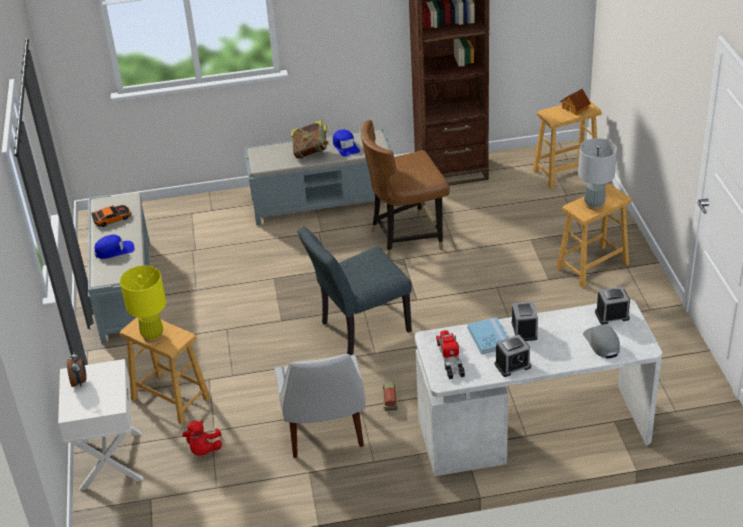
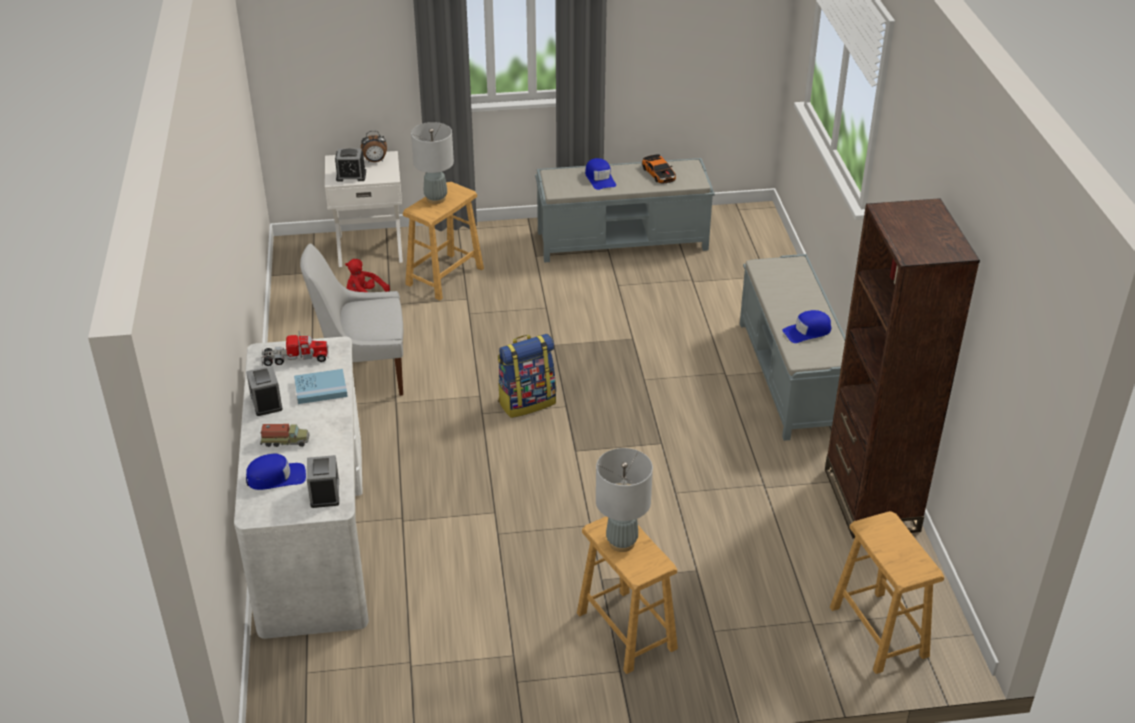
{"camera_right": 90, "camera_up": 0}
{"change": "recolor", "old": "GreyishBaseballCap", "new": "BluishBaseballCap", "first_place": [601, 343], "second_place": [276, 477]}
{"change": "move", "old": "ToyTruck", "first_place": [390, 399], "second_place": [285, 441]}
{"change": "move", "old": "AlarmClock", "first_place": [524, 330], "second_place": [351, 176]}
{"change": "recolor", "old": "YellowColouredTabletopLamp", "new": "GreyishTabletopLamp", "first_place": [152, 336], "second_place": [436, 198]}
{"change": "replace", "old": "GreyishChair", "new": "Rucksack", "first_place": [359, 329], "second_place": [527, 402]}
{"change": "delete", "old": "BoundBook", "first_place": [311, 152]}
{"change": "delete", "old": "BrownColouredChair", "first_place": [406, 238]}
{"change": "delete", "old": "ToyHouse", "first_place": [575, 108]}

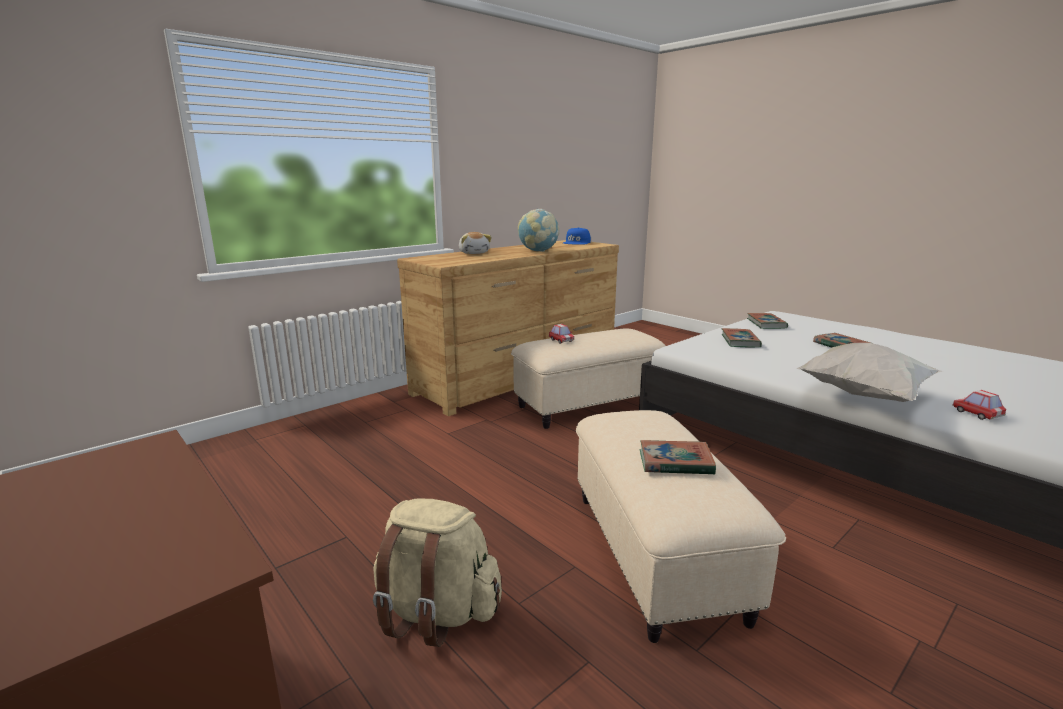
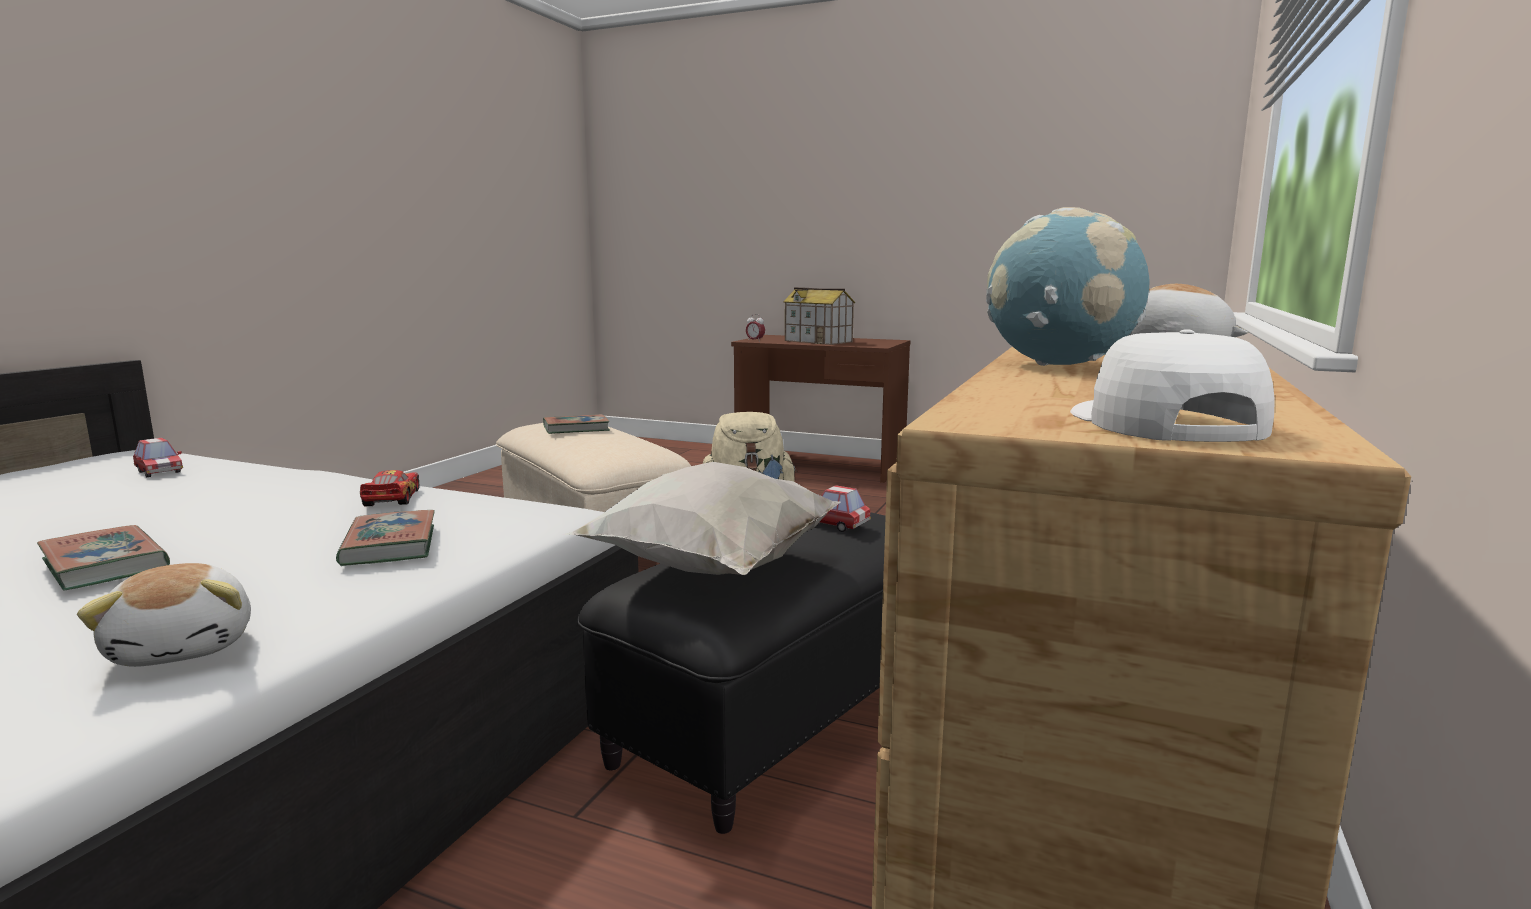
{"camera_right": 155, "camera_up": -5}
{"change": "replace", "old": "BoundBook", "new": "CuddlyToy", "first_place": [766, 324], "second_place": [186, 647]}
{"change": "insert", "new": "ModelCar", "second_place": [392, 498]}
{"change": "move", "old": "WhitishCushion", "first_place": [864, 395], "second_place": [710, 571]}
{"change": "recolor", "old": "SandColouredFootrest", "new": "BlackFootrest", "first_place": [588, 405], "second_place": [782, 719]}
{"change": "insert", "new": "AlarmClock", "second_place": [755, 341]}
{"change": "insert", "new": "ToyHouse", "second_place": [819, 341]}
{"change": "recolor", "old": "BluishBaseballCap", "new": "WhitishBaseballCap", "first_place": [577, 242], "second_place": [1161, 422]}

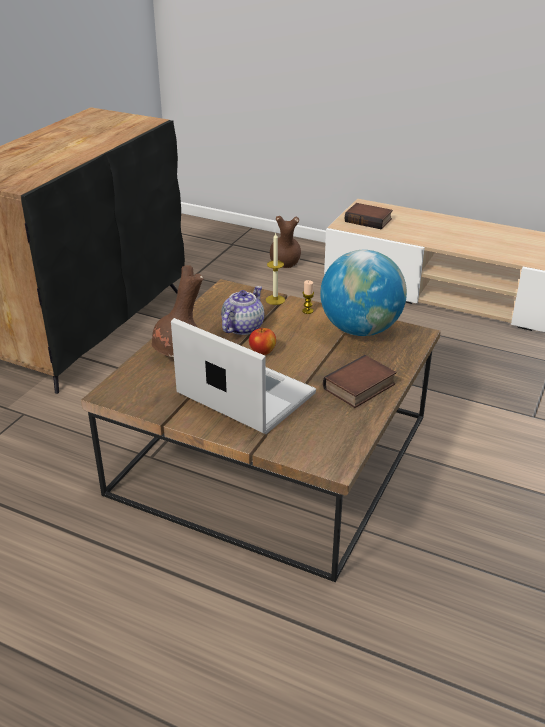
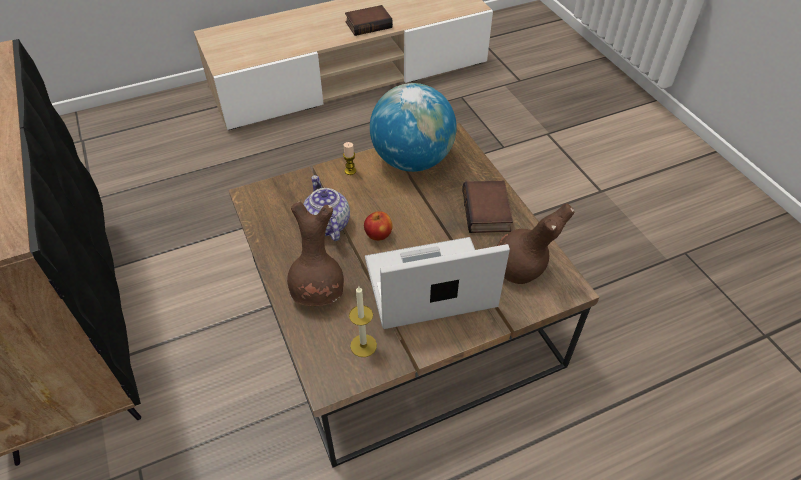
{"camera_right": -50, "camera_up": 15}
{"change": "move", "old": "BoundBook", "first_place": [369, 220], "second_place": [369, 24]}
{"change": "move", "old": "WaxLight", "first_place": [275, 300], "second_place": [363, 345]}
{"change": "move", "old": "BrownColouredVase", "first_place": [284, 264], "second_place": [520, 271]}

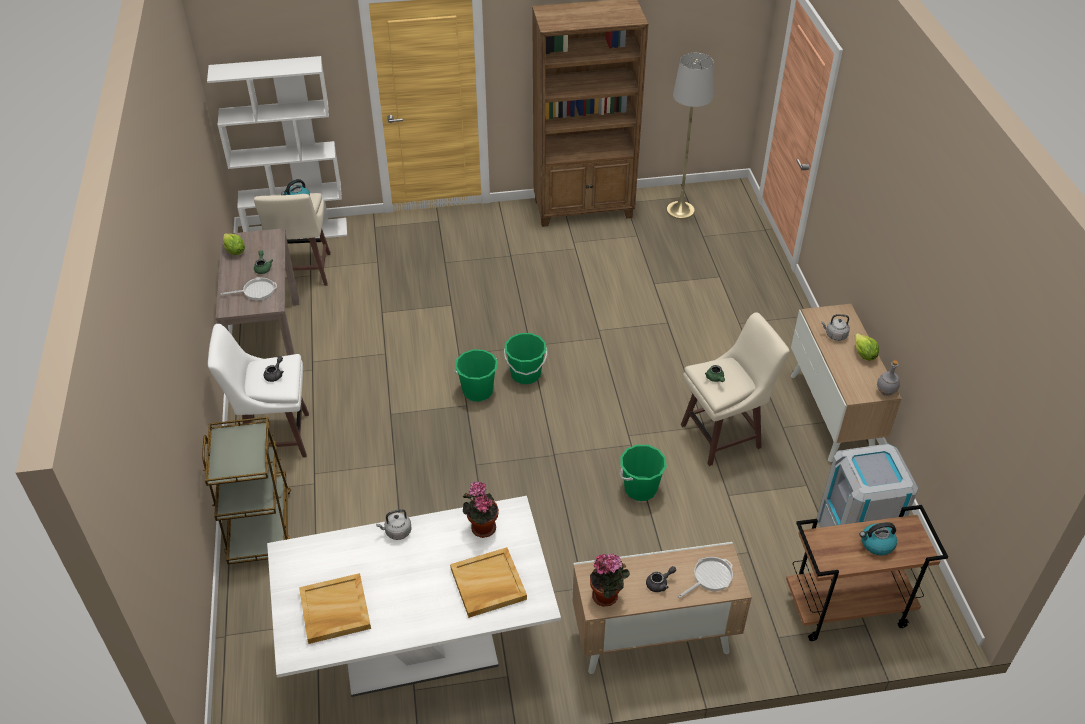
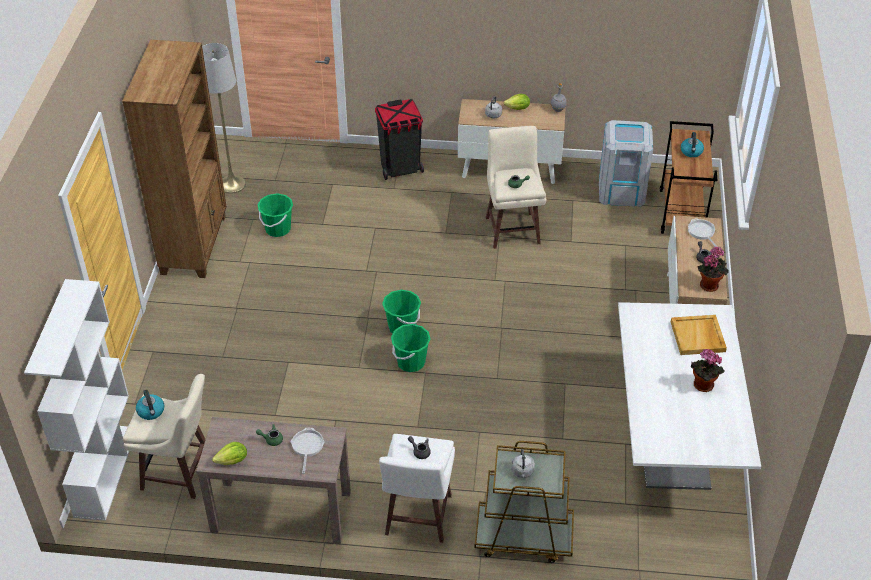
{"camera_right": -75, "camera_up": 0}
{"change": "move", "old": "GreenColouredWaterBucket", "first_place": [640, 488], "second_place": [278, 229]}
{"change": "insert", "new": "BlackTrashCan", "second_place": [400, 168]}
{"change": "move", "old": "GreyishWaterKettle", "first_place": [397, 532], "second_place": [522, 472]}
{"change": "move", "old": "Houseplant", "first_place": [481, 527], "second_place": [702, 386]}
{"change": "delete", "old": "SandColouredServingTray", "first_place": [334, 610]}

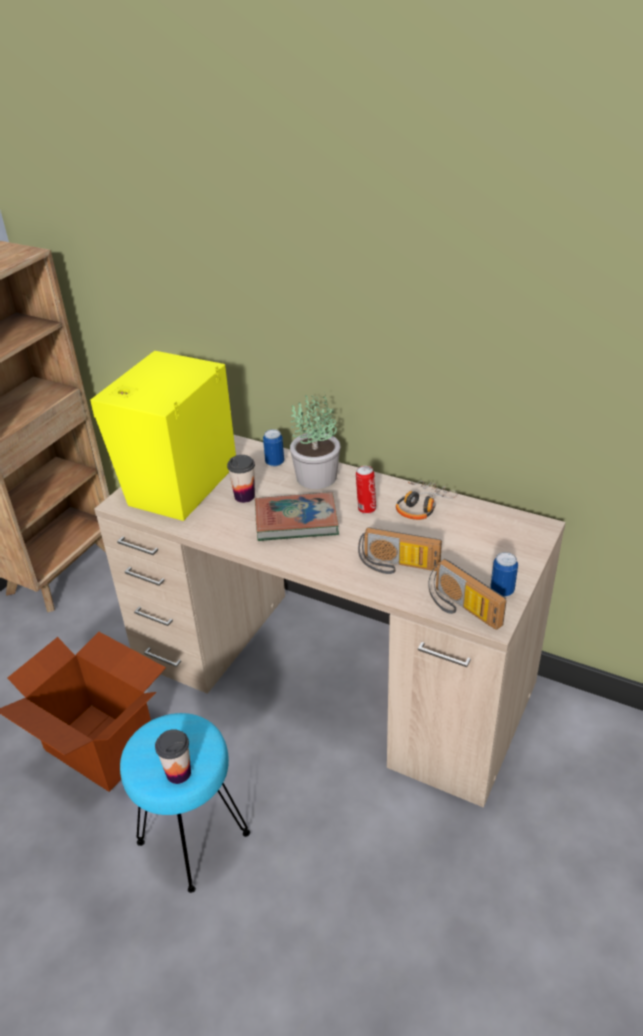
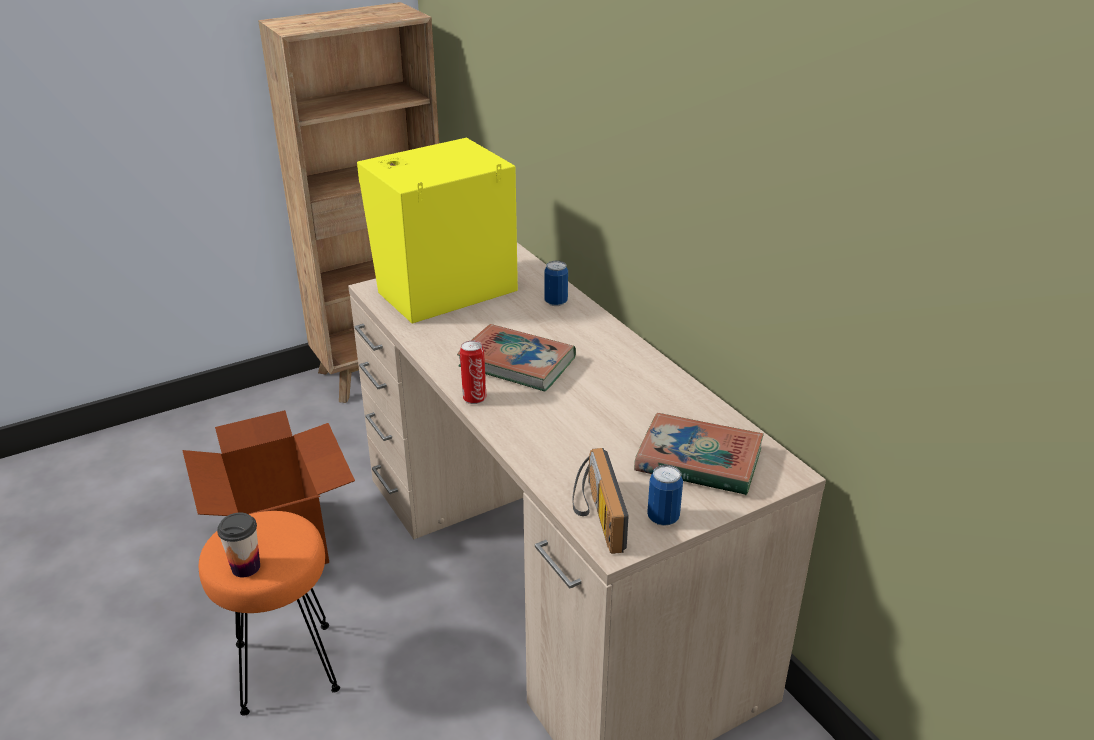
{"camera_right": 30, "camera_up": -5}
{"change": "recolor", "old": "TurquoiseStoolSeat", "new": "OrangeyStoolSeat", "first_place": [192, 839], "second_place": [284, 667]}
{"change": "move", "old": "SealedCan", "first_place": [366, 509], "second_place": [474, 398]}
{"change": "insert", "new": "BoundBook", "second_place": [698, 461]}
{"change": "delete", "old": "SmallCup", "first_place": [244, 496]}
{"change": "delete", "old": "Houseplant", "first_place": [316, 476]}
{"change": "delete", "old": "RadioSet", "first_place": [397, 566]}
{"change": "delete", "old": "Headphones", "first_place": [421, 506]}

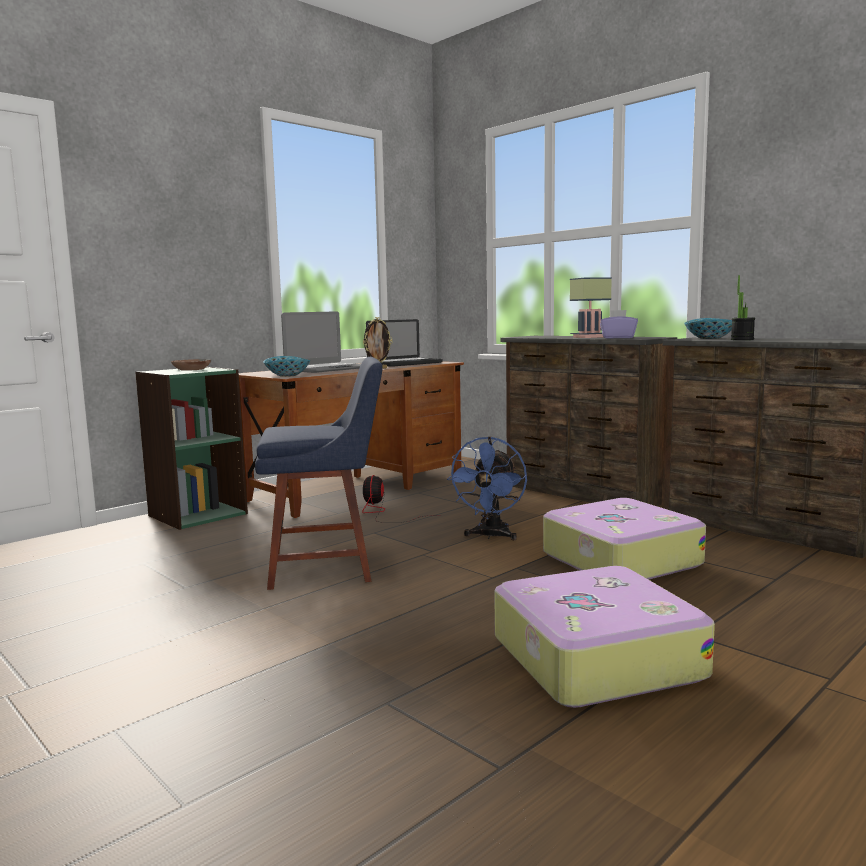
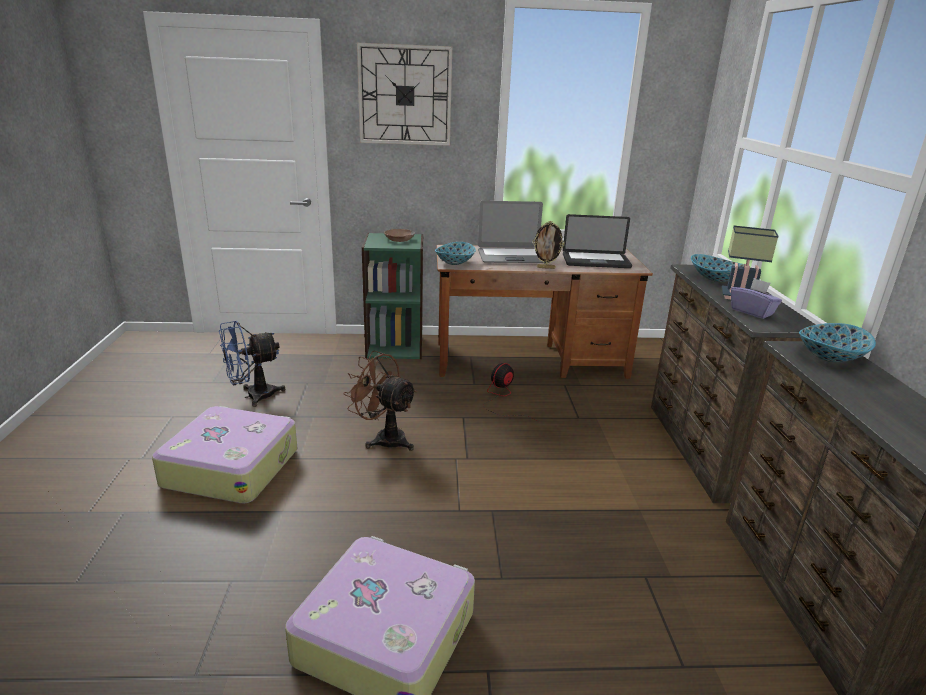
{"camera_right": 40, "camera_up": 15}
{"change": "move", "old": "Suitcase", "first_place": [618, 559], "second_place": [231, 466]}
{"change": "move", "old": "BluishElectricFan", "first_place": [491, 536], "second_place": [253, 396]}
{"change": "replace", "old": "BluishChair", "new": "BrownColouredElectricFan", "first_place": [327, 566], "second_place": [384, 438]}
{"change": "insert", "new": "HangingClock", "second_place": [405, 95]}
{"change": "insert", "new": "Bowl", "second_place": [716, 279]}
{"change": "delete", "old": "Houseplant", "first_place": [742, 339]}

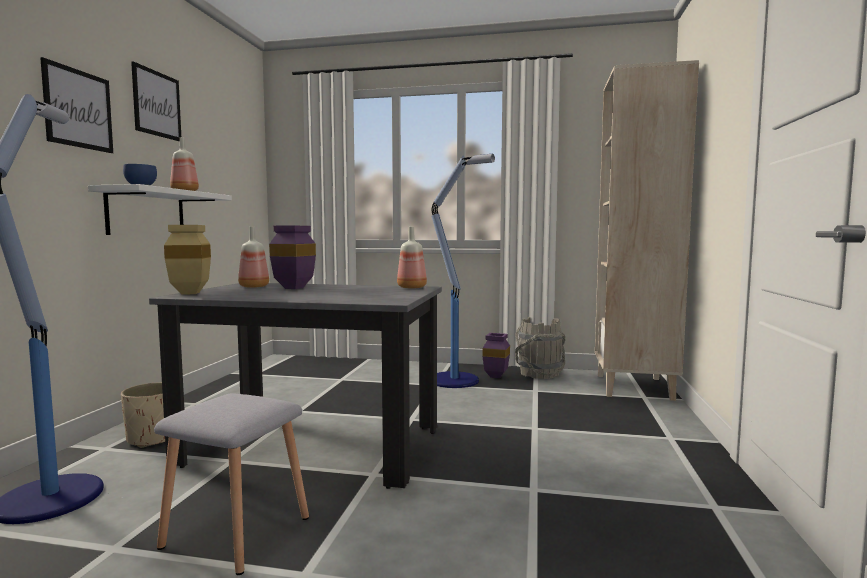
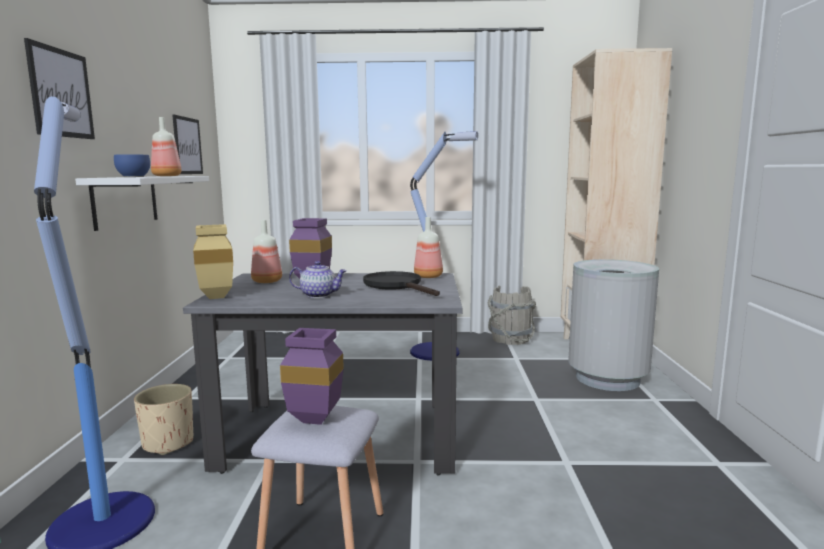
{"camera_right": -10, "camera_up": 5}
{"change": "move", "old": "WallPicture", "first_place": [157, 104], "second_place": [187, 146]}
{"change": "move", "old": "PurpleVase", "first_place": [494, 377], "second_place": [311, 420]}
{"change": "insert", "new": "PotForTea", "second_place": [319, 295]}
{"change": "insert", "new": "BlackPan", "second_place": [397, 286]}
{"change": "insert", "new": "GreyishTrashCan", "second_place": [607, 378]}

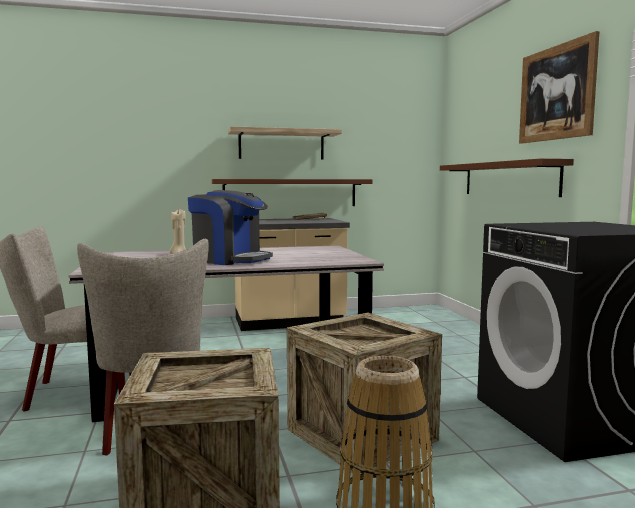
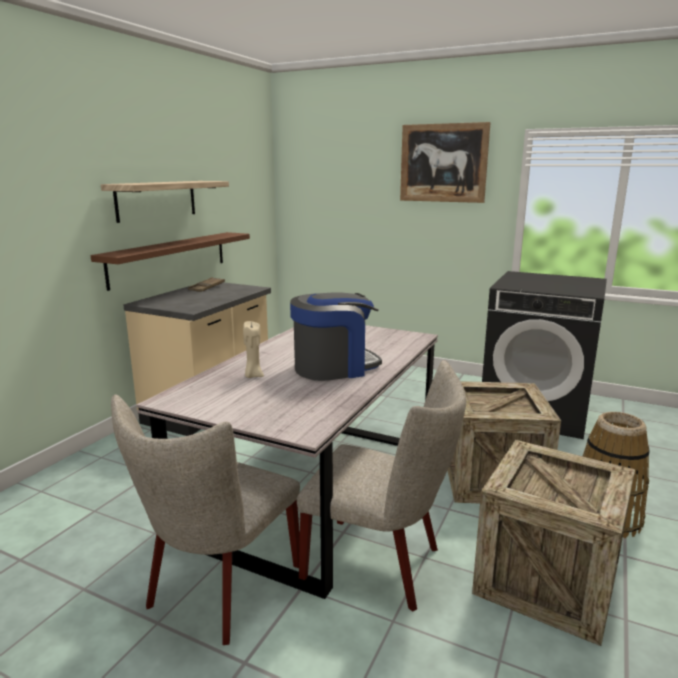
{"camera_right": -50, "camera_up": 10}
{"change": "delete", "old": "BrownColouredShelf", "first_place": [508, 179]}

